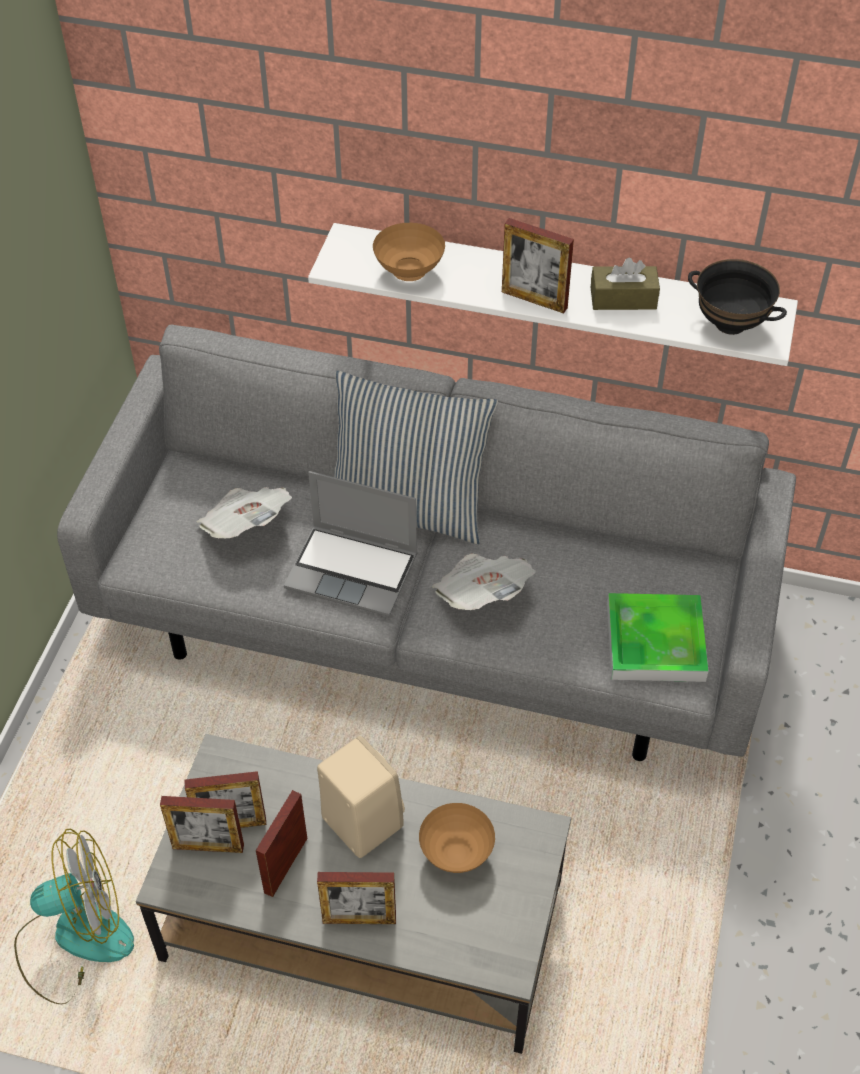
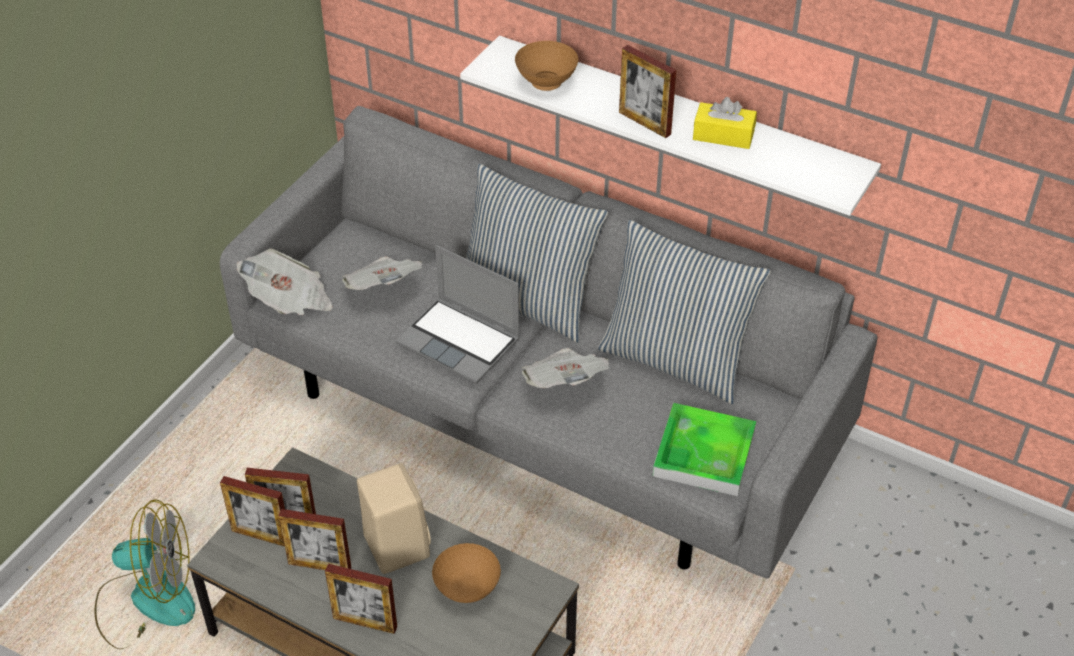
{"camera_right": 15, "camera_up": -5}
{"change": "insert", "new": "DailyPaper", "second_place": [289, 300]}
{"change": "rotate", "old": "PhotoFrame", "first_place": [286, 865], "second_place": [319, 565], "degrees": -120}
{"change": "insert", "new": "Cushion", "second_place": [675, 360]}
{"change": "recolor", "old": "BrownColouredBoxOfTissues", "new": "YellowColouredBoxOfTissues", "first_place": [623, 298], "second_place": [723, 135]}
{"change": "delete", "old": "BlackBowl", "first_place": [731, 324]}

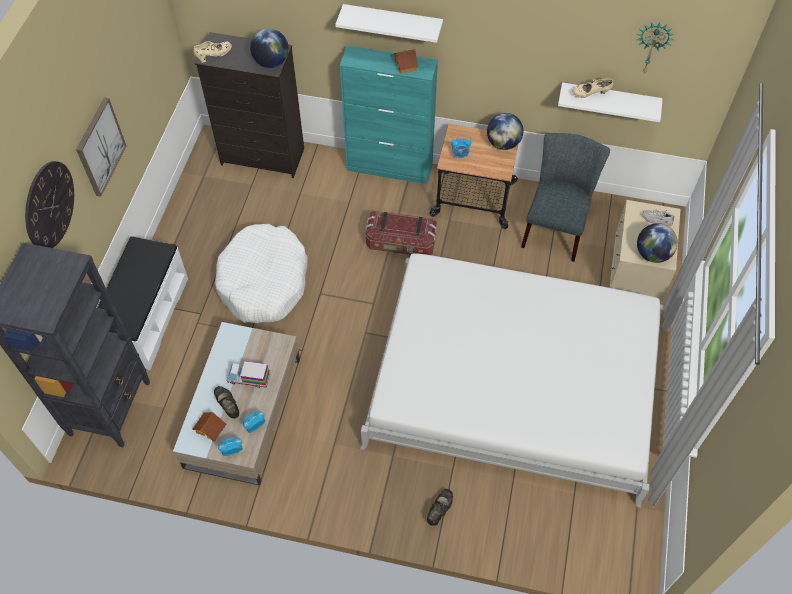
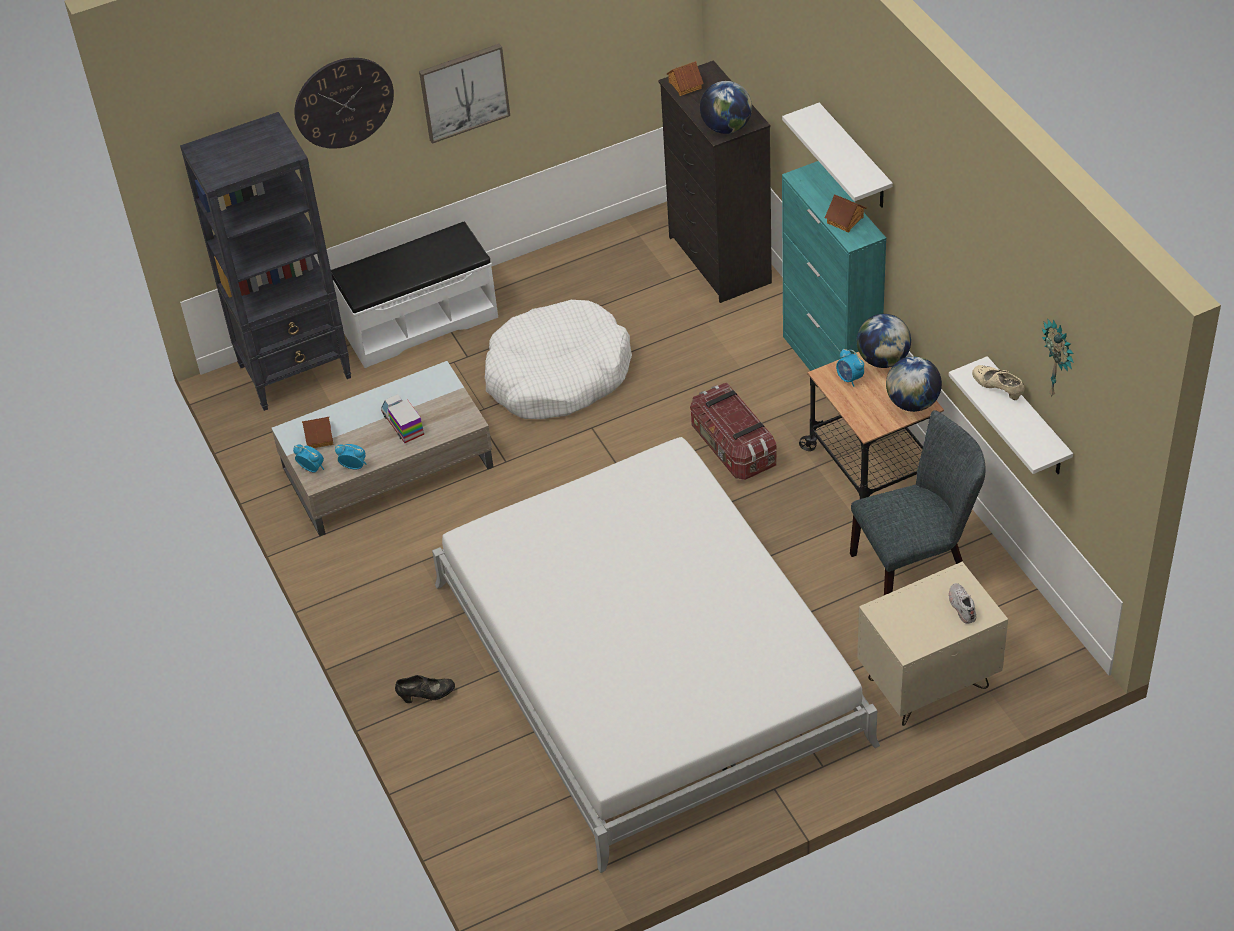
{"camera_right": 55, "camera_up": -10}
{"change": "replace", "old": "SandColouredShoe", "new": "ToyHouse", "first_place": [214, 56], "second_place": [684, 85]}
{"change": "move", "old": "DeskGlobe", "first_place": [652, 254], "second_place": [883, 360]}
{"change": "delete", "old": "BlackShoe", "first_place": [228, 406]}

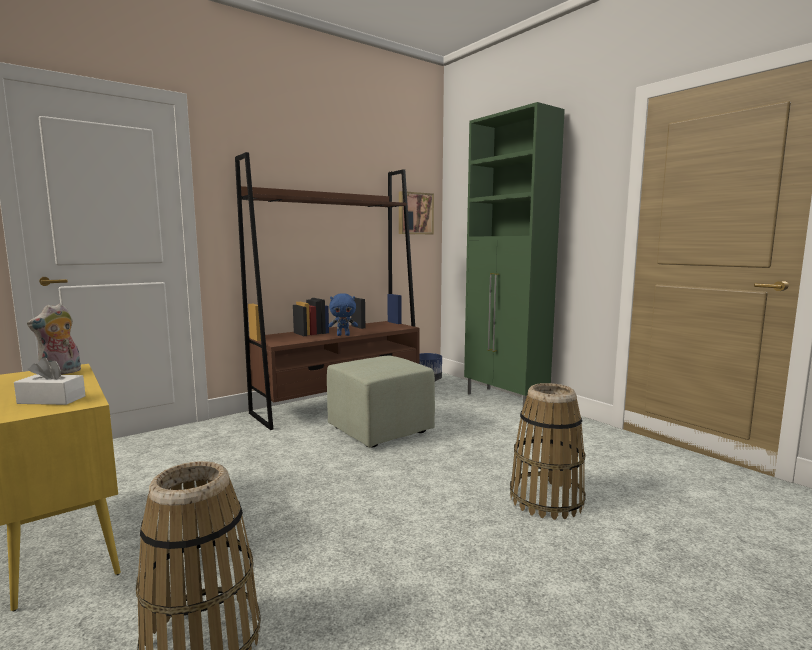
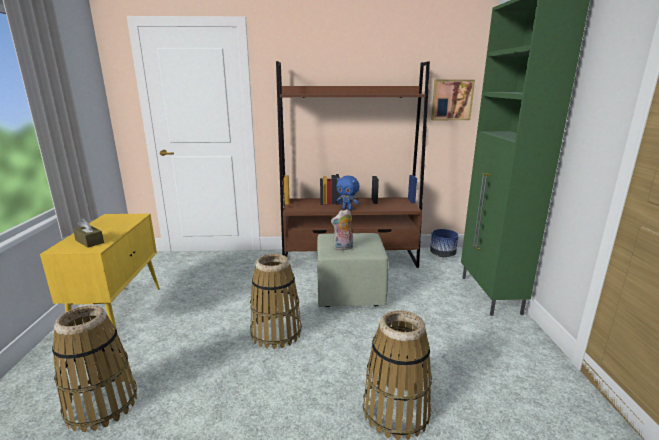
{"camera_right": 35, "camera_up": 10}
{"change": "recolor", "old": "WhitishBoxOfTissues", "new": "BrownColouredBoxOfTissues", "first_place": [51, 400], "second_place": [89, 241]}
{"change": "insert", "new": "StorageBasket", "second_place": [276, 332]}
{"change": "move", "old": "CuddlyToy", "first_place": [61, 373], "second_place": [343, 248]}

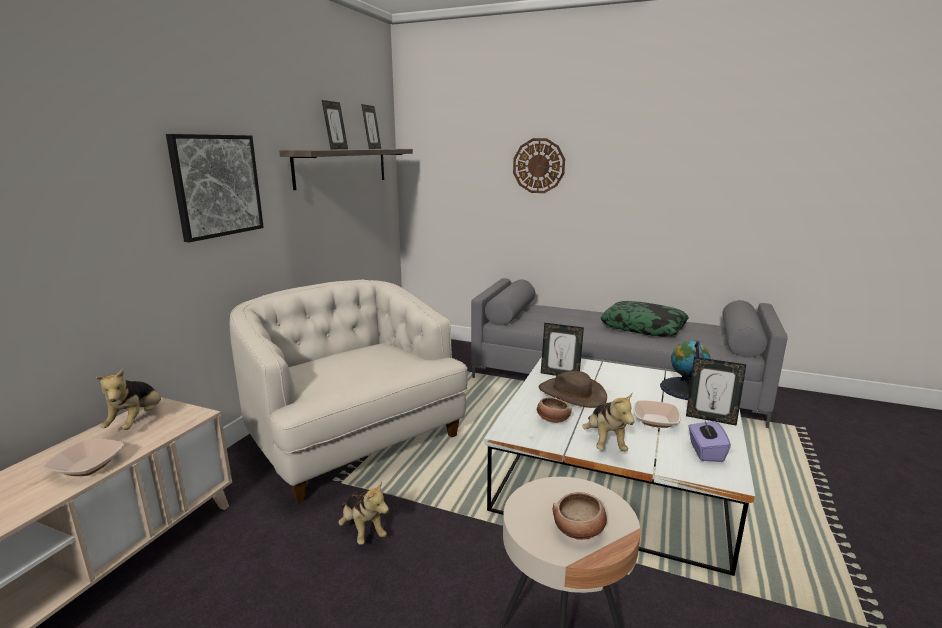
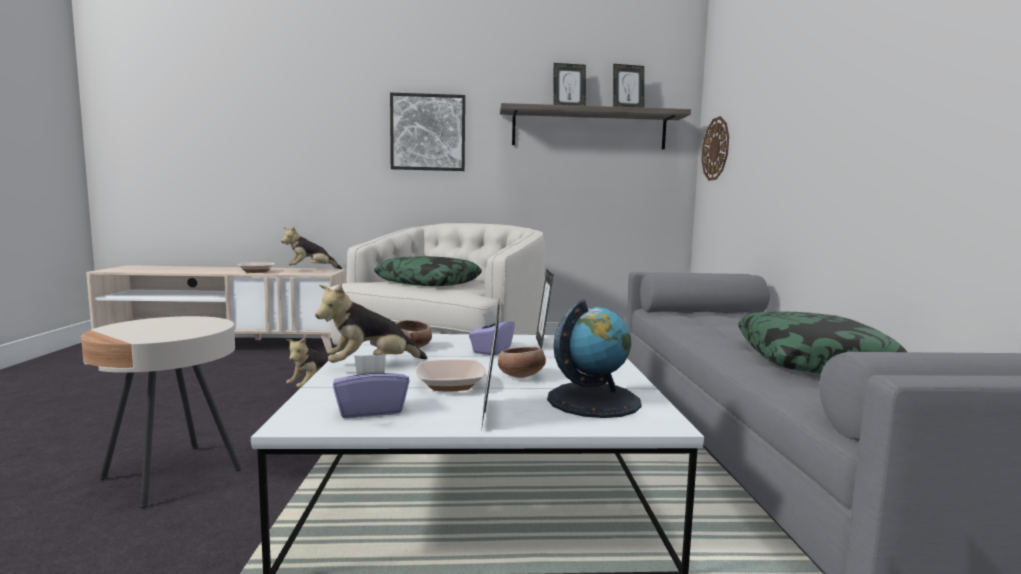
{"camera_right": 65, "camera_up": -10}
{"change": "insert", "new": "Cushion", "second_place": [429, 282]}
{"change": "replace", "old": "BrownColouredHat", "new": "PurpleBoxOfTissues", "first_place": [572, 393], "second_place": [491, 350]}
{"change": "move", "old": "Bowl", "first_place": [579, 530], "second_place": [521, 376]}
{"change": "move", "old": "HangingClock", "first_place": [538, 166], "second_place": [716, 149]}

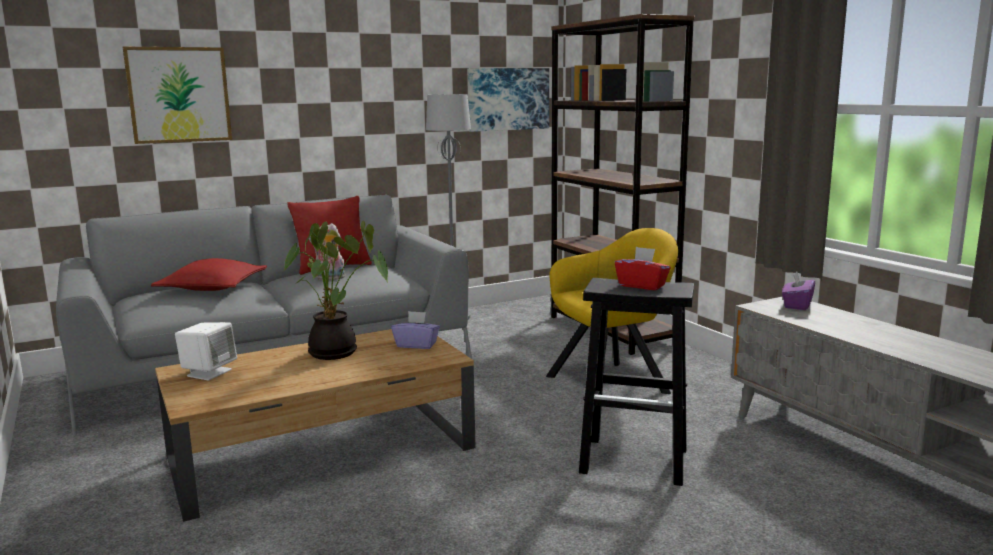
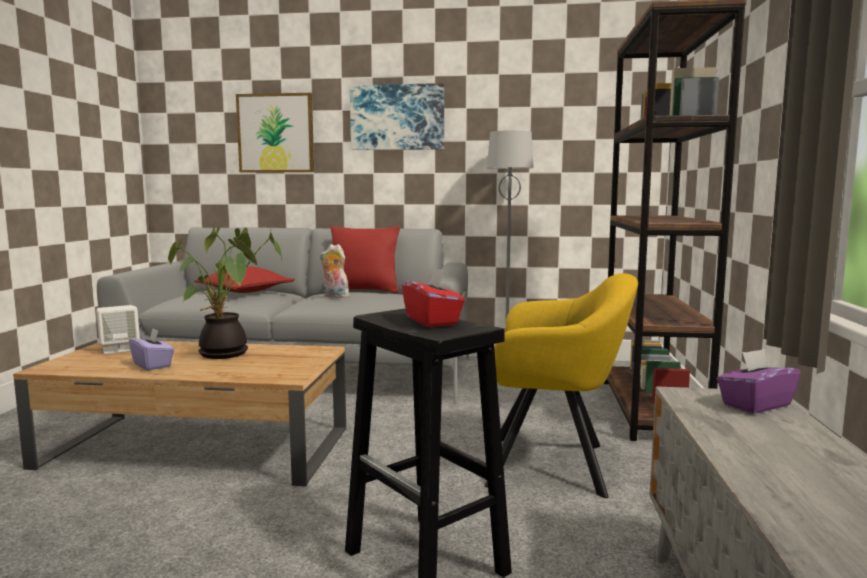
{"camera_right": 35, "camera_up": -5}
{"change": "move", "old": "PurpleBoxOfTissues", "first_place": [416, 345], "second_place": [153, 365]}
{"change": "move", "old": "WallPicture", "first_place": [507, 99], "second_place": [397, 117]}

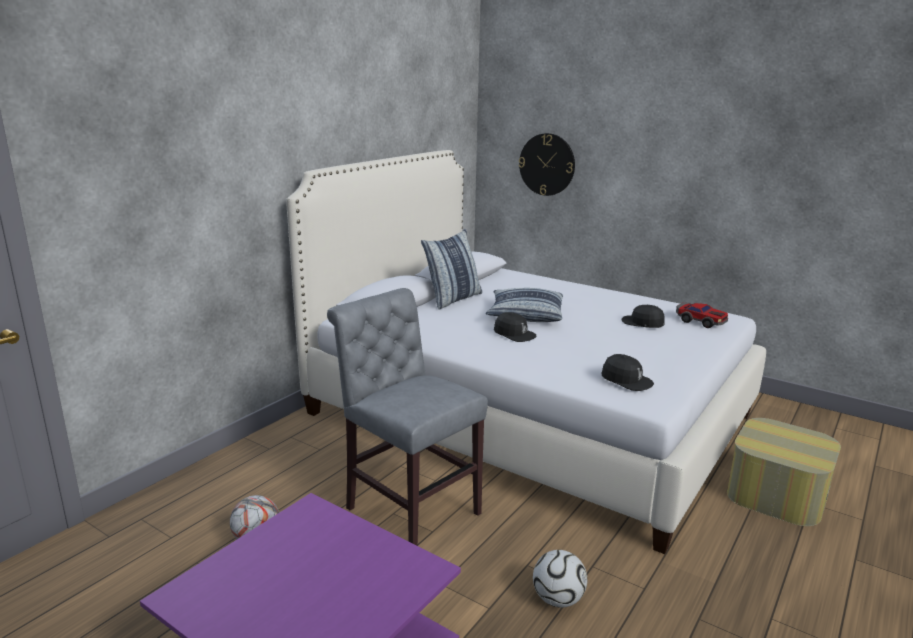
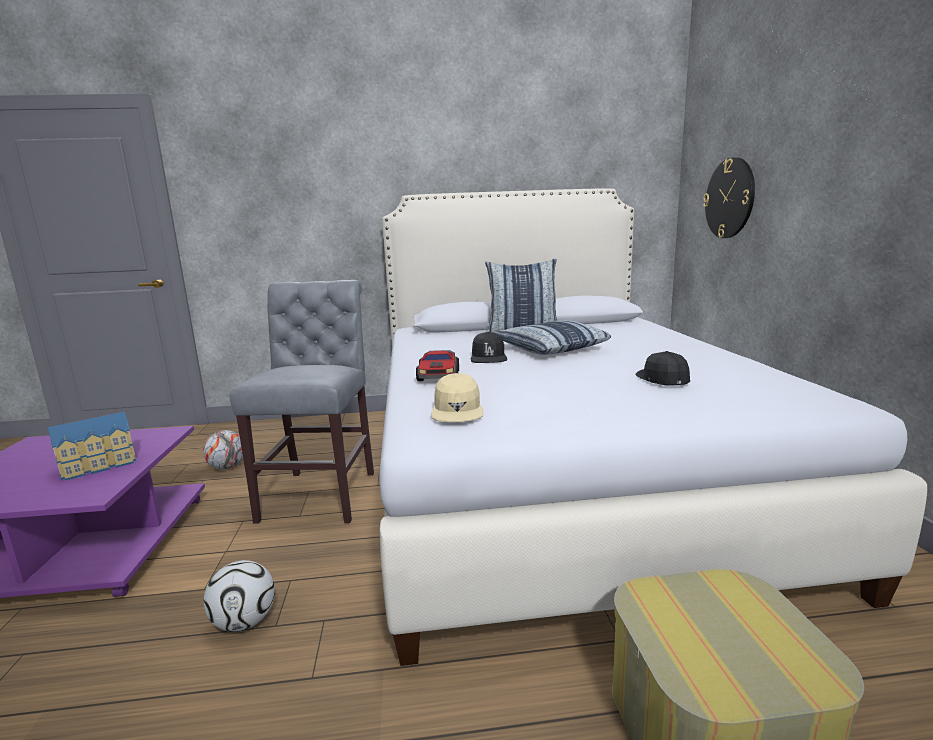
{"camera_right": 50, "camera_up": -5}
{"change": "insert", "new": "ToyHouse", "second_place": [100, 466]}
{"change": "move", "old": "ModelCar", "first_place": [701, 321], "second_place": [439, 375]}
{"change": "recolor", "old": "BlackBaseballCap", "new": "SandColouredBaseballCap", "first_place": [626, 380], "second_place": [457, 410]}

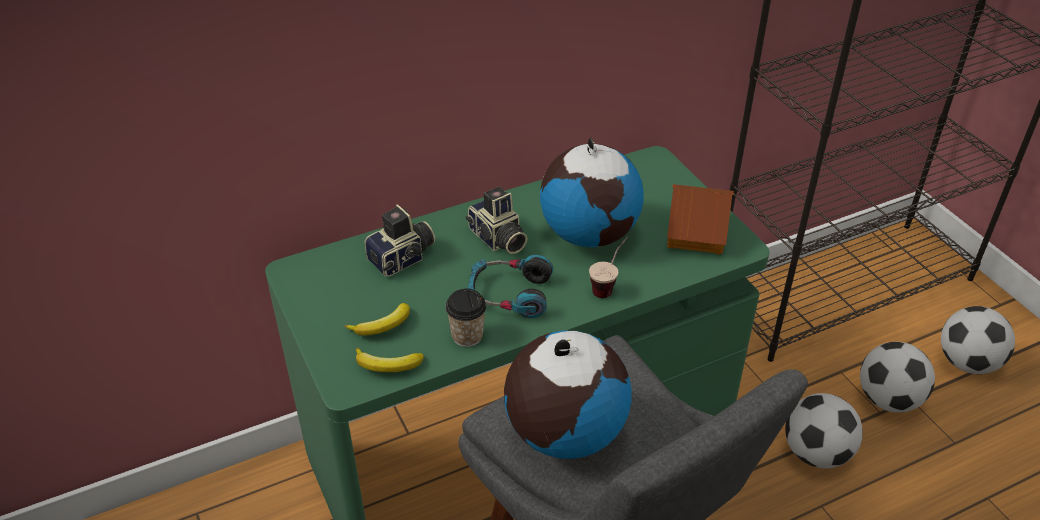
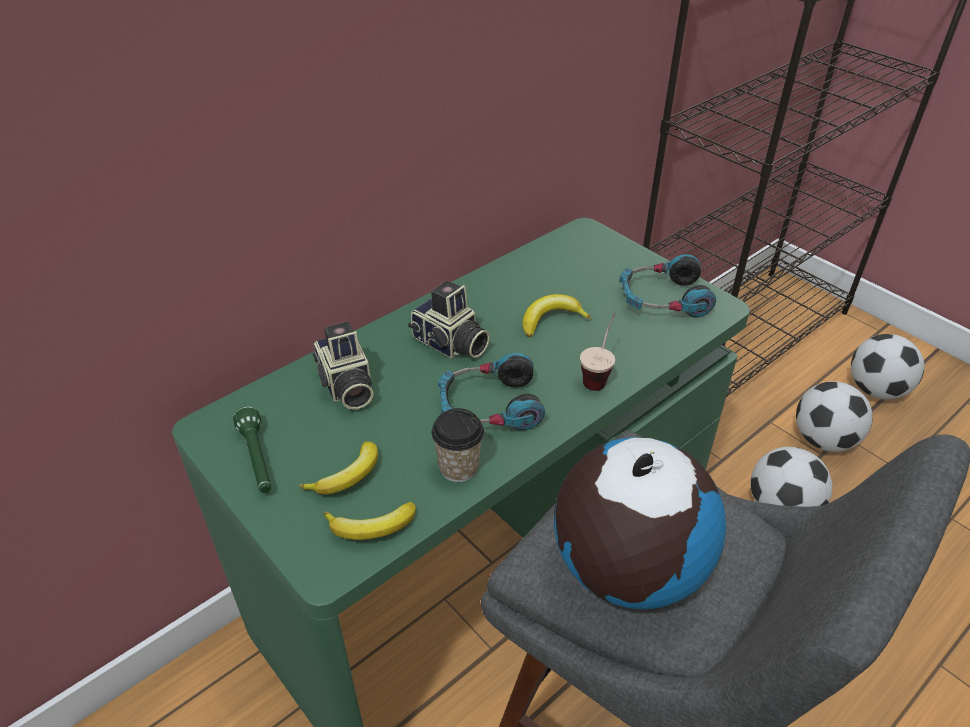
{"camera_right": -15, "camera_up": 0}
{"change": "insert", "new": "GreenColouredHandTorch", "second_place": [257, 459]}
{"change": "rotate", "old": "PhotoCamera", "first_place": [403, 259], "second_place": [346, 387], "degrees": 120}
{"change": "replace", "old": "DeskGlobe", "new": "WholeBanana", "first_place": [589, 234], "second_place": [551, 320]}
{"change": "replace", "old": "ToyHouse", "new": "Headphones", "first_place": [695, 232], "second_place": [663, 299]}

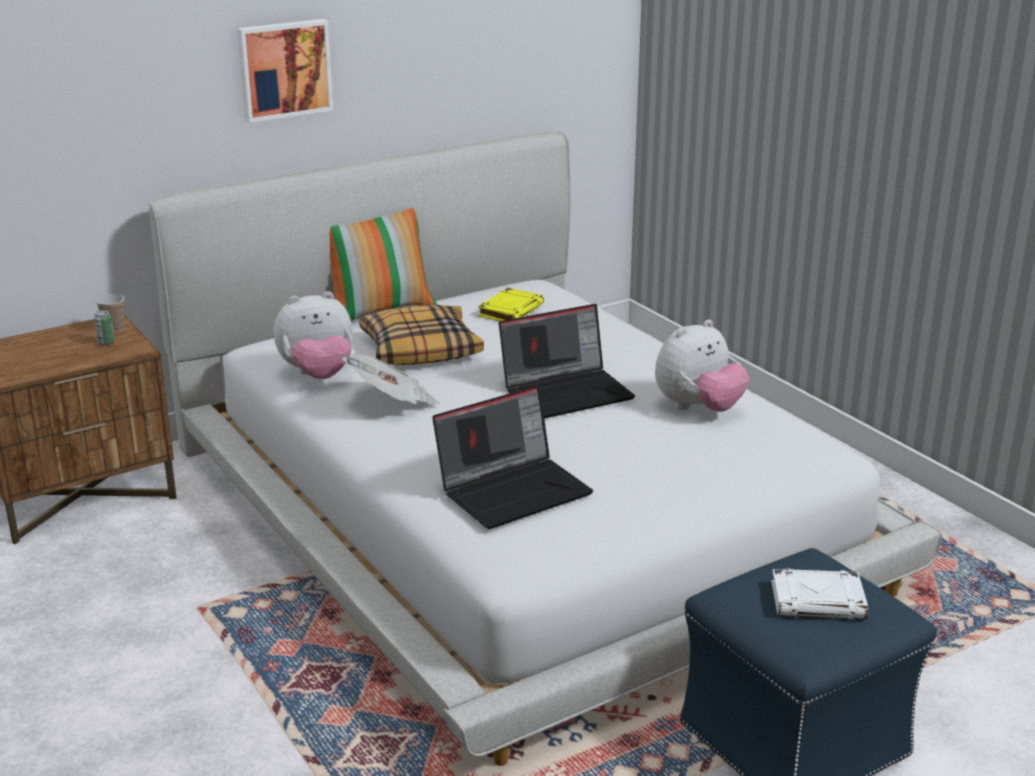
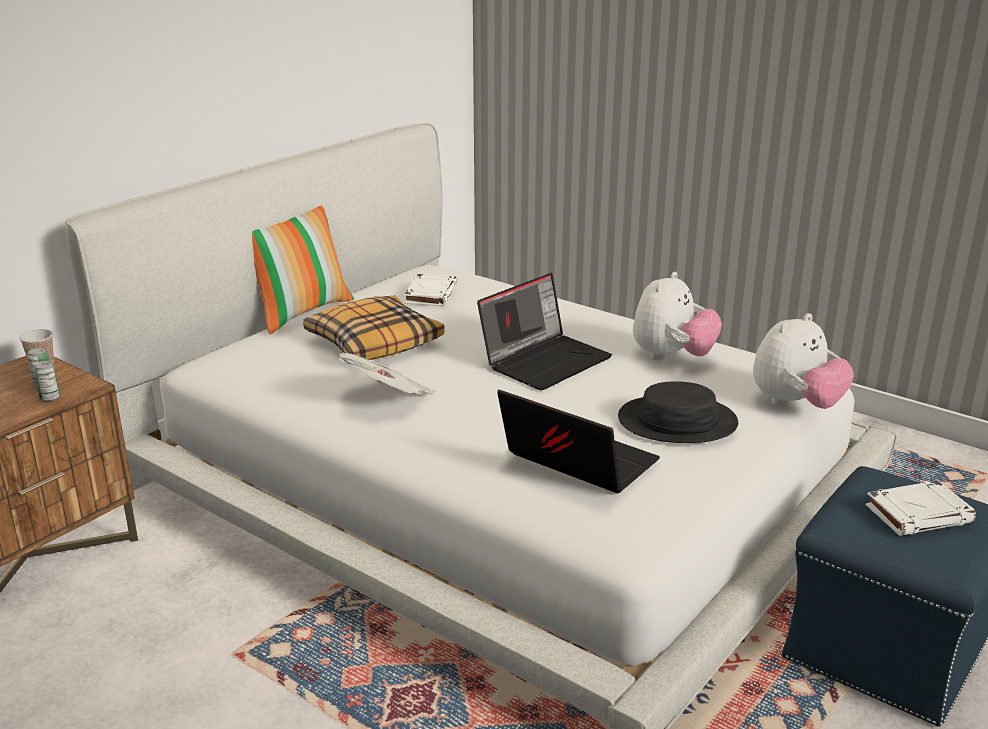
{"camera_right": -20, "camera_up": 0}
{"change": "insert", "new": "SealedCan", "second_place": [50, 398]}
{"change": "recolor", "old": "YellowColouredBoundBook", "new": "WhitishBoundBook", "first_place": [511, 310], "second_place": [430, 294]}
{"change": "rotate", "old": "NotebookComputer", "first_place": [514, 490], "second_place": [575, 462], "degrees": -90}
{"change": "insert", "new": "BlackHat", "second_place": [677, 422]}
{"change": "move", "old": "CuddlyToy", "first_place": [318, 375], "second_place": [796, 404]}
{"change": "delete", "old": "WallPicture", "first_place": [284, 69]}

